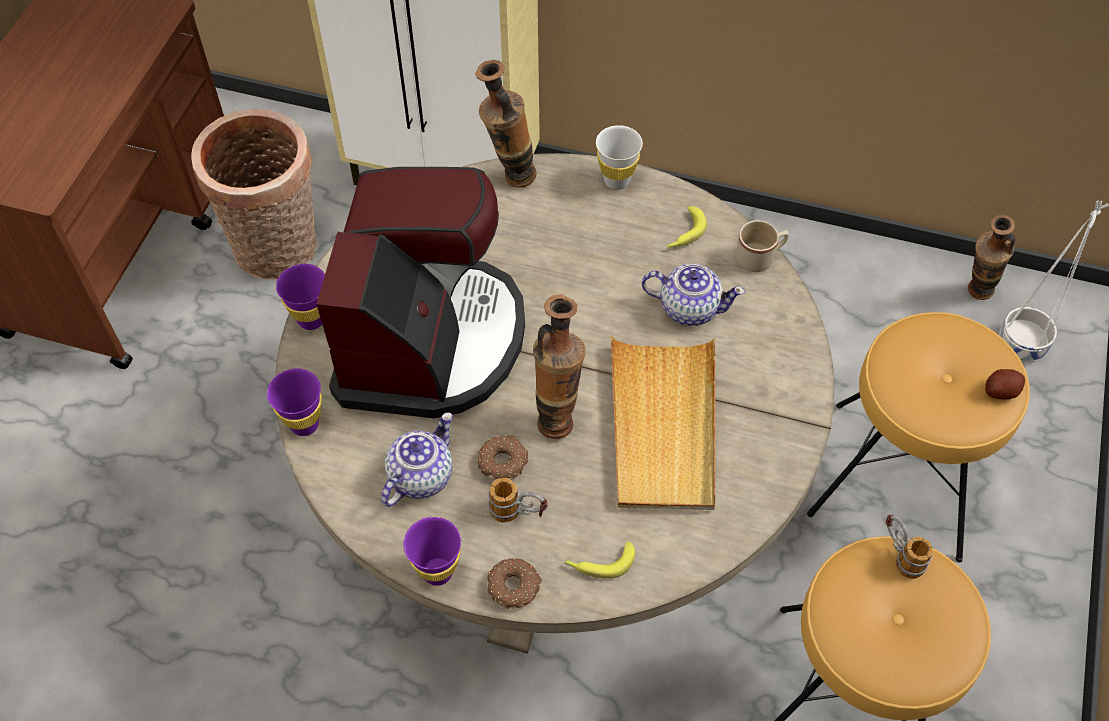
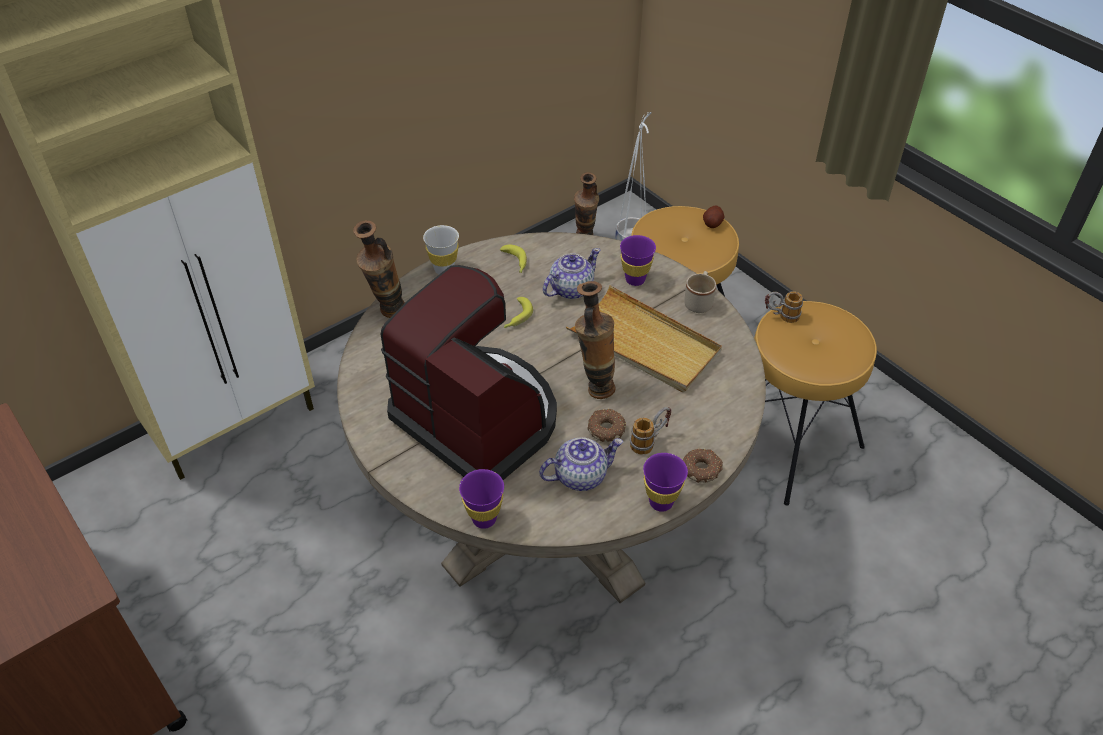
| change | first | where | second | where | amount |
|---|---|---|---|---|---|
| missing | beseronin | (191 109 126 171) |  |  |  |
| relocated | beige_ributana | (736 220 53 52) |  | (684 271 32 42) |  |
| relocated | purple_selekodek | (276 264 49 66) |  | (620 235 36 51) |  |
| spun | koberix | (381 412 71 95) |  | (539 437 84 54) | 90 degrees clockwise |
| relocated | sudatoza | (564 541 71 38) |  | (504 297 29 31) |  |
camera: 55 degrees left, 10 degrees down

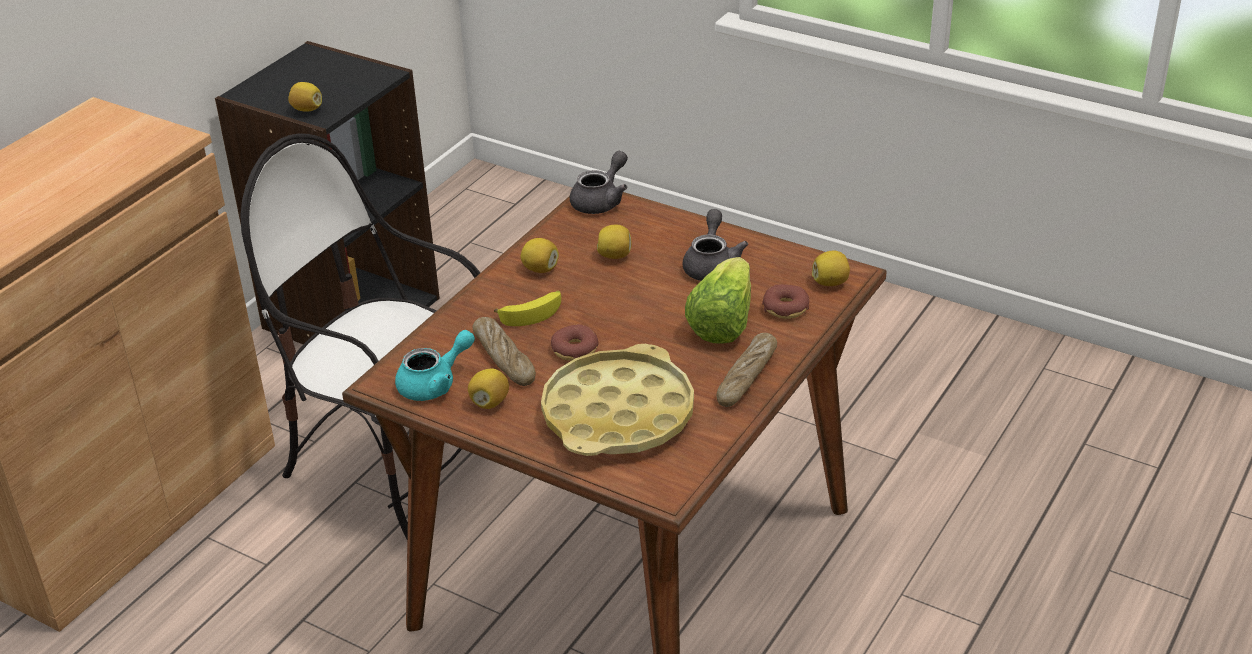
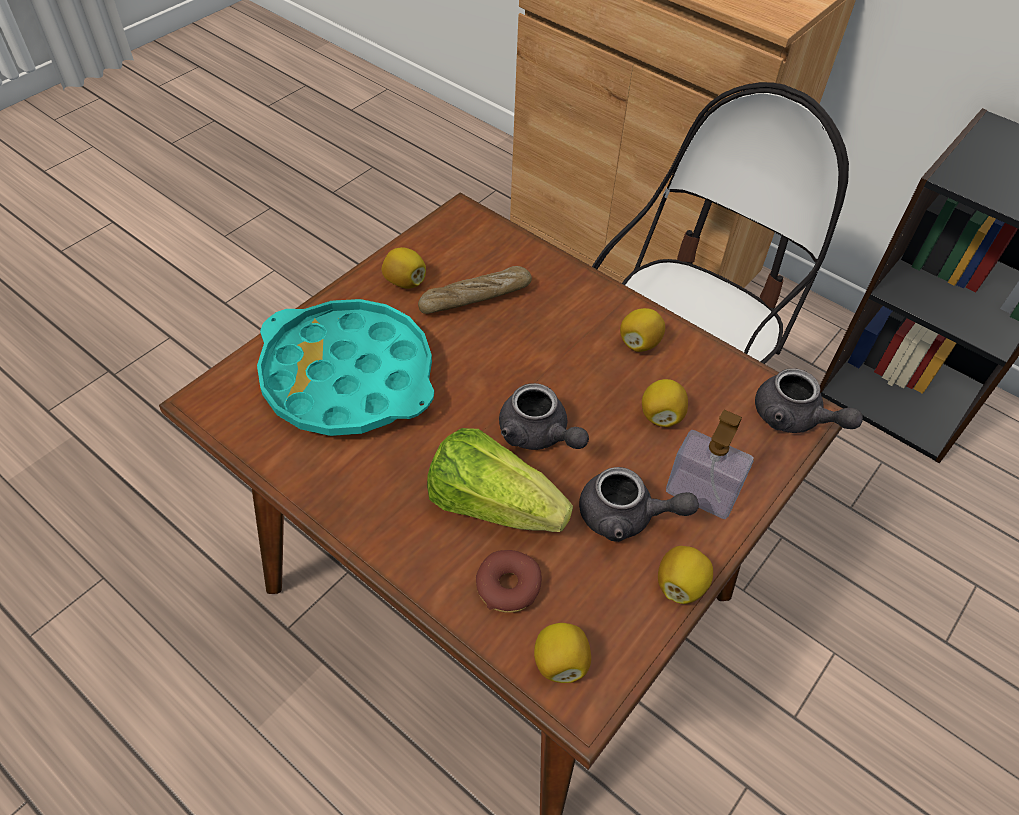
| change | first | where | second | where | amount |
|---|---|---|---|---|---|
| relocated | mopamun | (288 82 34 30) |  | (658 546 55 58) |  |
| missing | sudatoza | (494 290 67 36) |  |  |  |
| missing | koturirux | (551 324 48 37) |  |  |  |
| missing | turquoise_koberix | (395 330 80 71) |  |  |  |
| missing | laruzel | (716 333 61 74) |  |  |  |
| colour | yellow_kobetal | (541 344 153 112) | turquoise_kobetal | (257 299 177 137) |  |
| appeared |  |  | grey_koberix | (499 383 90 67) |  |
| appeared |  |  | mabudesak | (666 410 88 109) |  |
camera: 95 degrees right, 15 degrees up

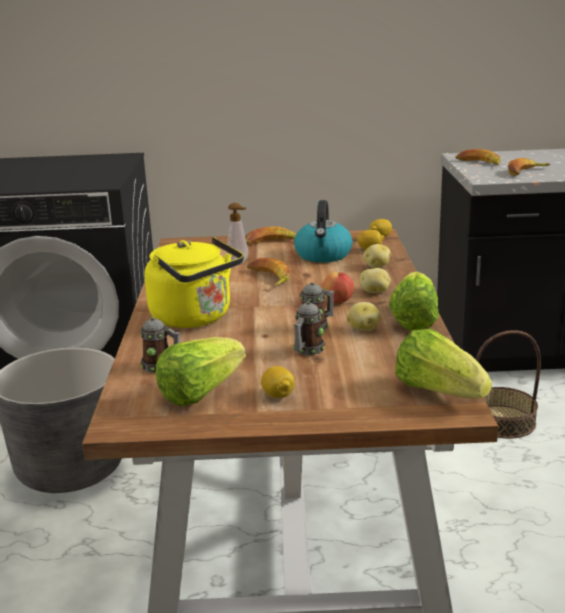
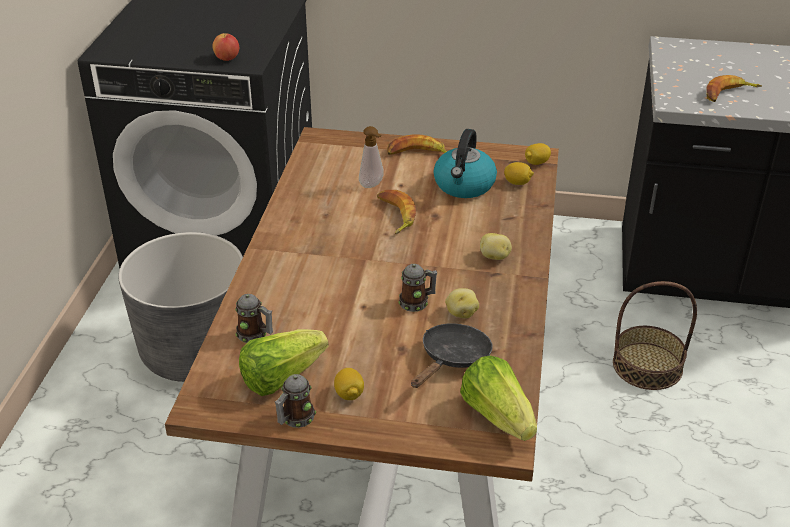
| change | first | where | second | where | amount |
|---|---|---|---|---|---|
| missing | sudatoza | (456 149 45 16) |  |  |  |
| missing | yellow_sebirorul | (145 237 99 91) |  |  |  |
| missing | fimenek | (363 244 28 24) |  |  |  |
| missing | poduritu | (389 271 50 59) |  |  |  |
| relocated | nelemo | (322 272 32 31) |  | (212 33 27 28) |  |
| relocated | ributana | (293 301 32 54) |  | (275 374 41 54) |  |
| appeared |  |  | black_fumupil | (411 323 82 65) |  |
camera: 10 degrees right, 15 degrees up

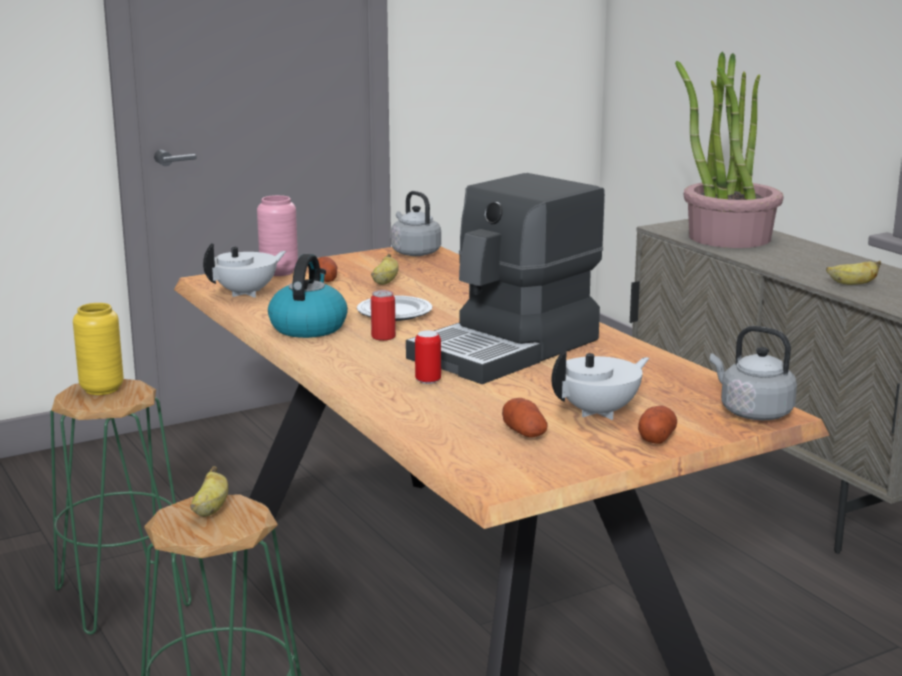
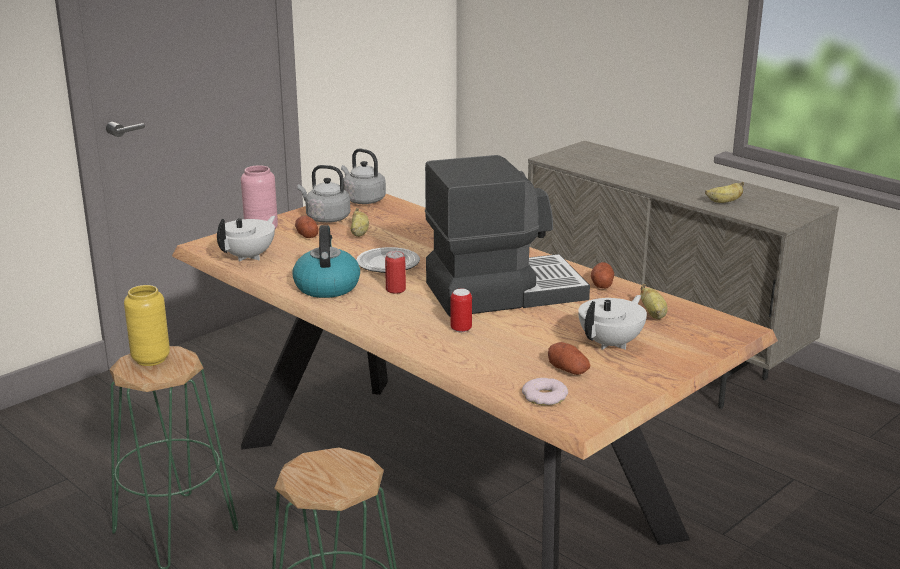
| change | first | where | second | where | amount |
|---|---|---|---|---|---|
| missing | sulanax | (675 52 109 196) |  |  |  |
| spun | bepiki | (406 173 199 211) |  | (425 155 165 162) | 135 degrees counterclockwise |
| relocated | grey_sebirorul | (710 326 87 94) |  | (297 165 53 58) |  |
| relocated | fimenek | (638 406 39 38) |  | (591 262 23 26) |  |
| relocated | sudatoza | (190 466 38 51) |  | (640 284 28 35) |  |
| appeared |  |  | koturirux | (522 378 46 28) |  |
camera: 15 degrees left, 5 degrees up

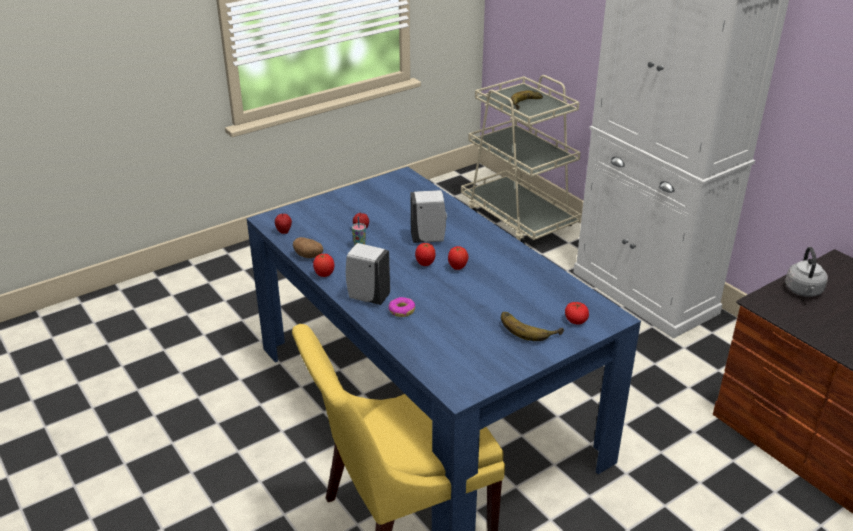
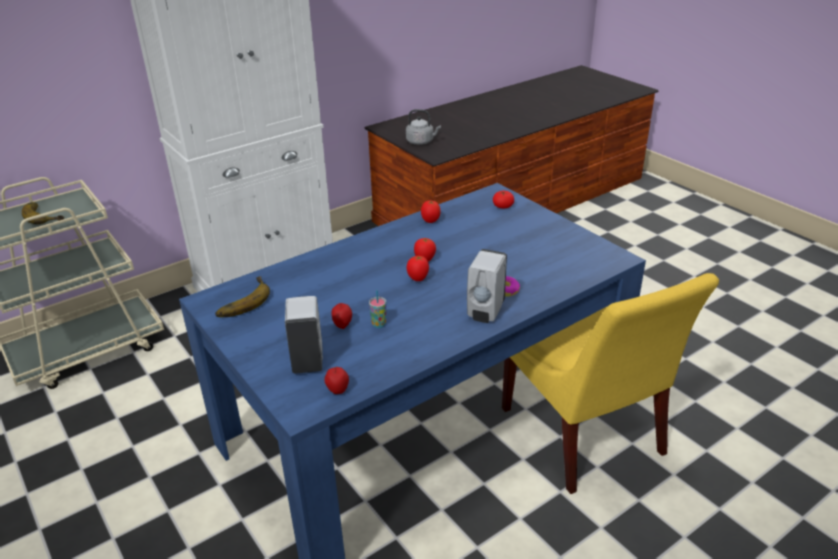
| change | first | where | second | where | amount |
|---|---|---|---|---|---|
| relocated | white_mabudesak | (411 190 36 53) |  | (285 296 38 78) |  |
| missing | fimenek | (293 237 30 21) |  |  |  |
| relocated | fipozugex | (313 254 22 23) |  | (421 200 20 23) |  |
| relocated | sudatoza | (501 312 63 29) |  | (215 276 55 41) |  |
camera: 90 degrees left, 0 degrees up

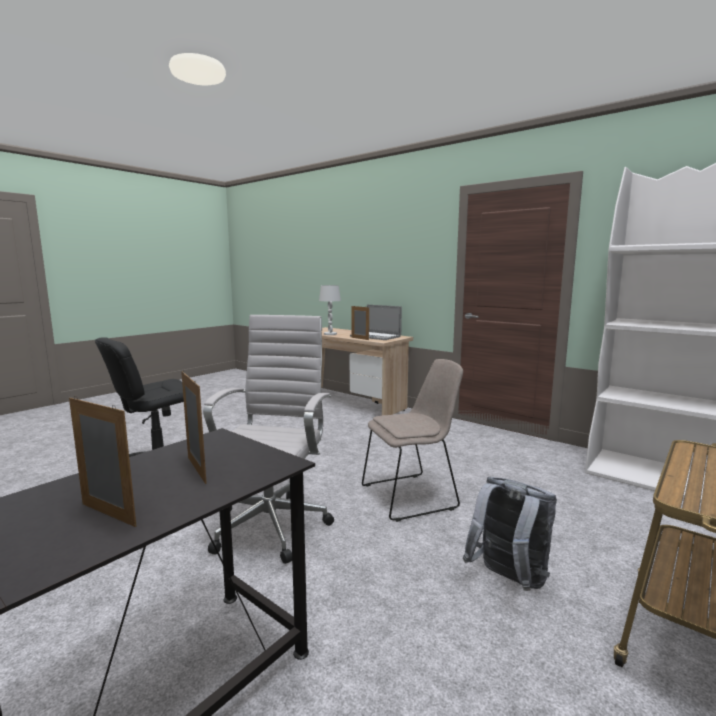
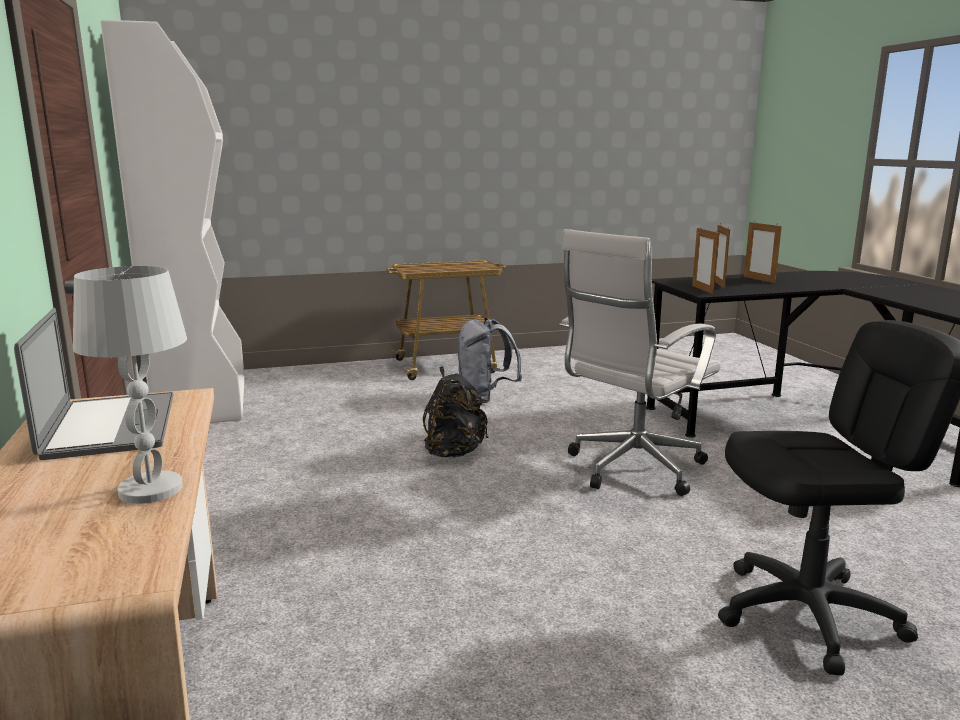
| change | first | where | second | where | amount |
|---|---|---|---|---|---|
| relocated | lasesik | (351 305 18 35) |  | (692 228 27 66) |  |
| exchanged | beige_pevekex | (362 359 101 163) | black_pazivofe | (423 366 65 92) |  |
camera: 145 degrees left, 5 degrees up

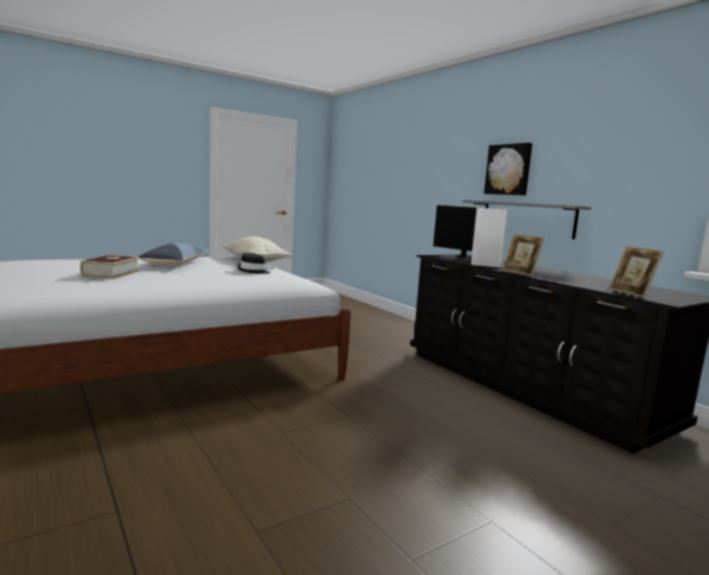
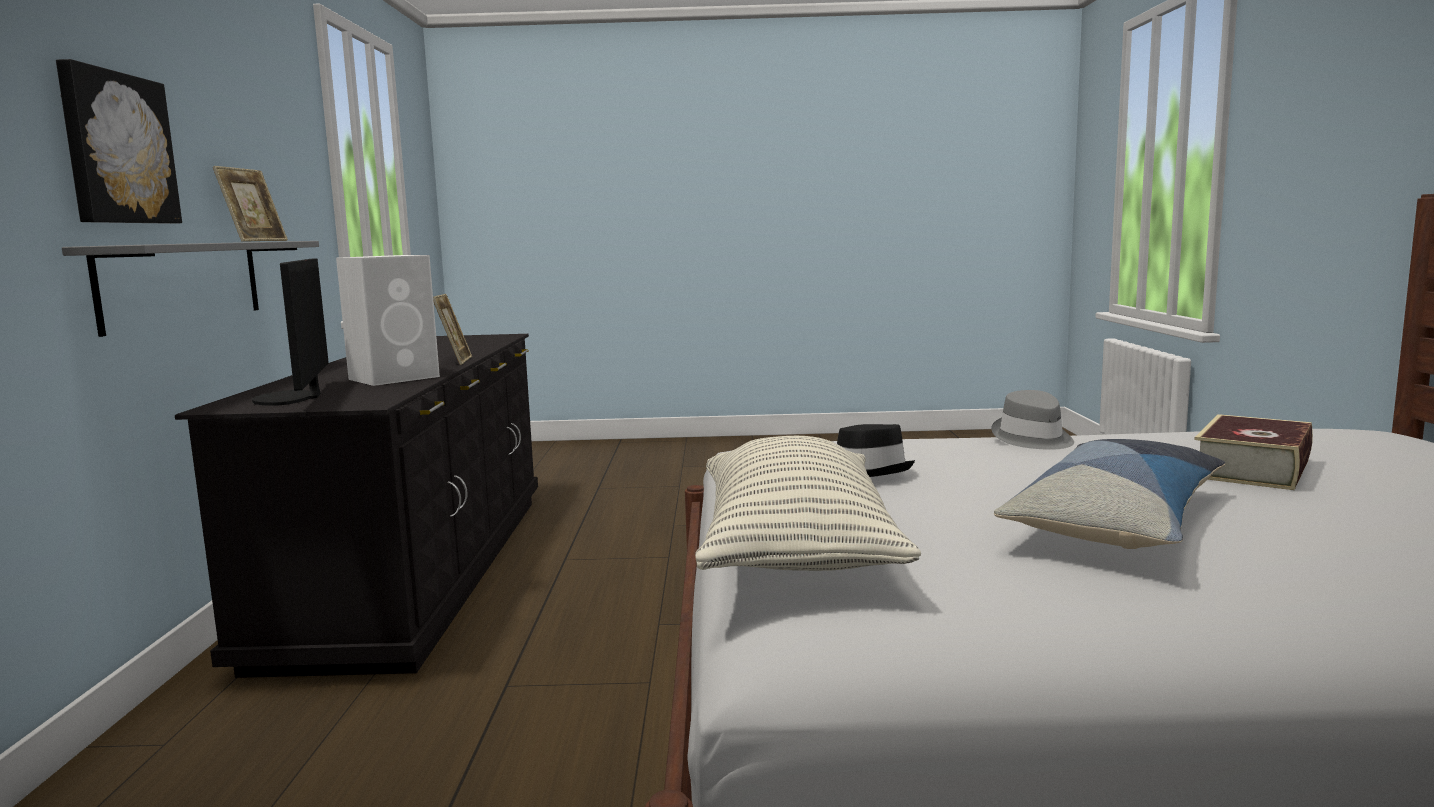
| change | first | where | second | where | amount |
|---|---|---|---|---|---|
| relocated | lasesik | (609 246 55 52) |  | (213 166 75 76) |  |
| appeared |  |  | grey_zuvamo | (991 390 83 60) |  |
camera: 145 degrees left, 0 degrees up

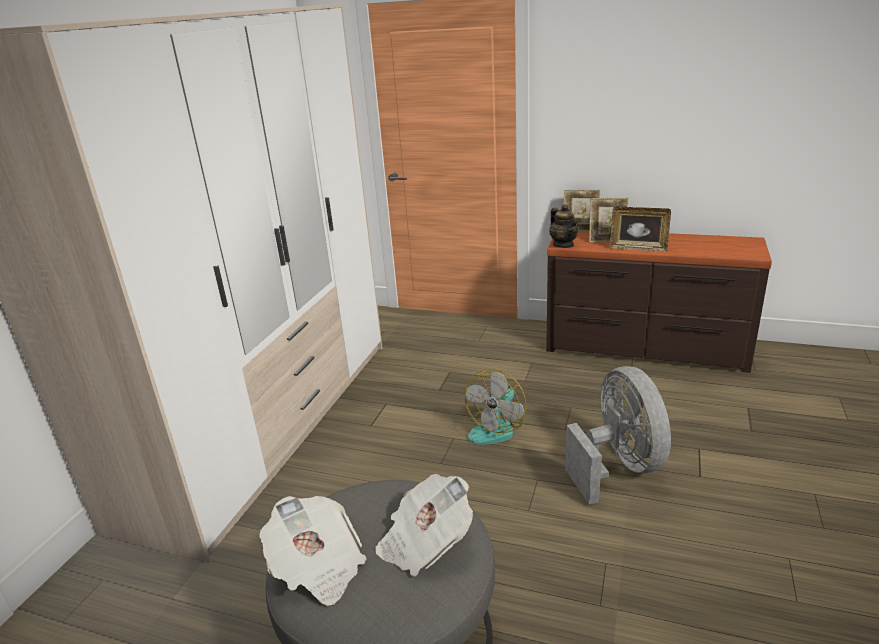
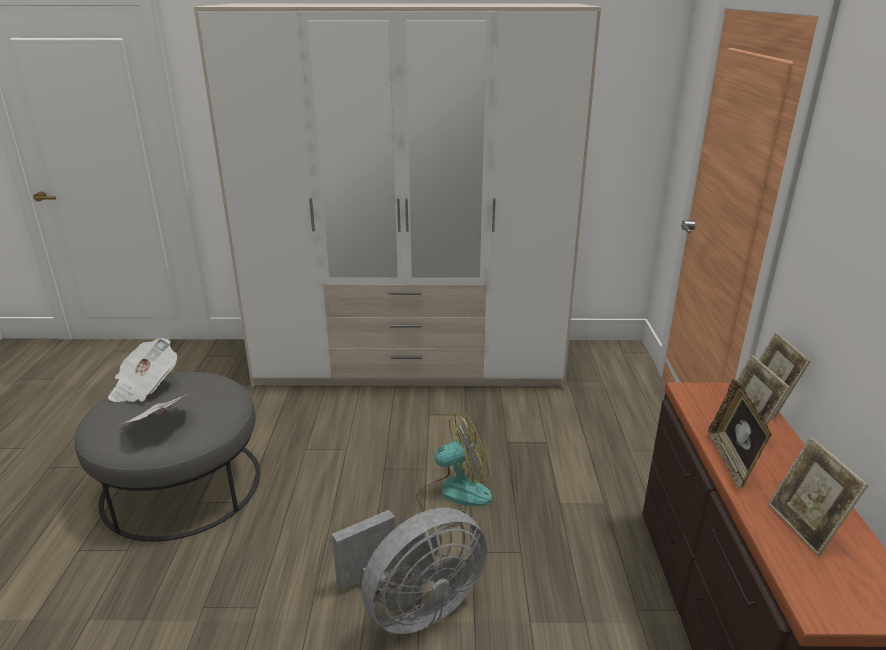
| change | first | where | second | where | amount |
|---|---|---|---|---|---|
| missing | koberix | (549 204 30 44) |  |  |  |
| spun | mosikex | (465 369 62 75) |  | (416 413 76 114) | 150 degrees clockwise |
| appeared |  |  | lasesik | (768 437 101 119) |  |
camera: 70 degrees right, 0 degrees up

